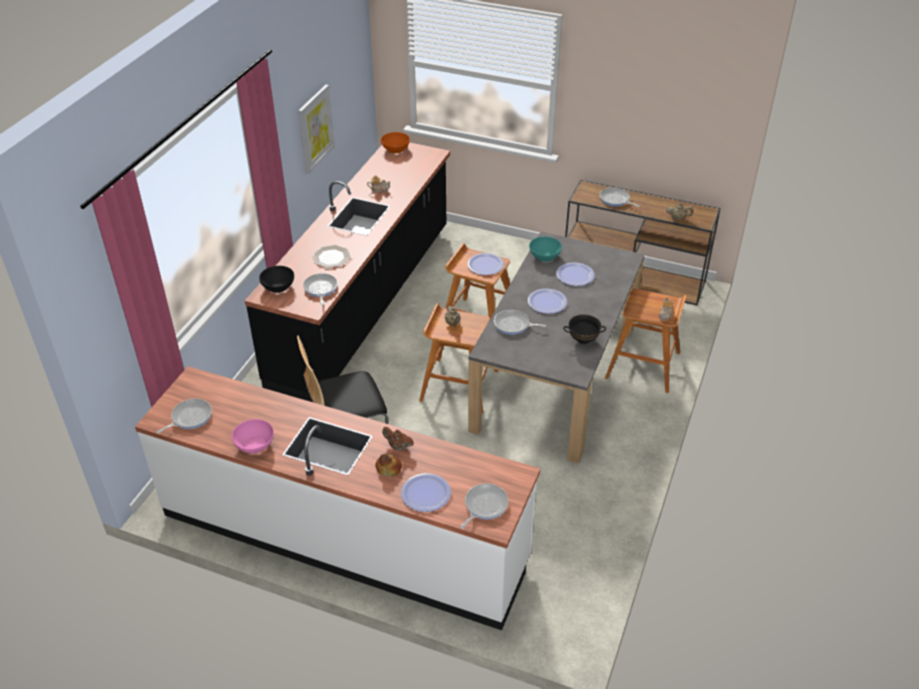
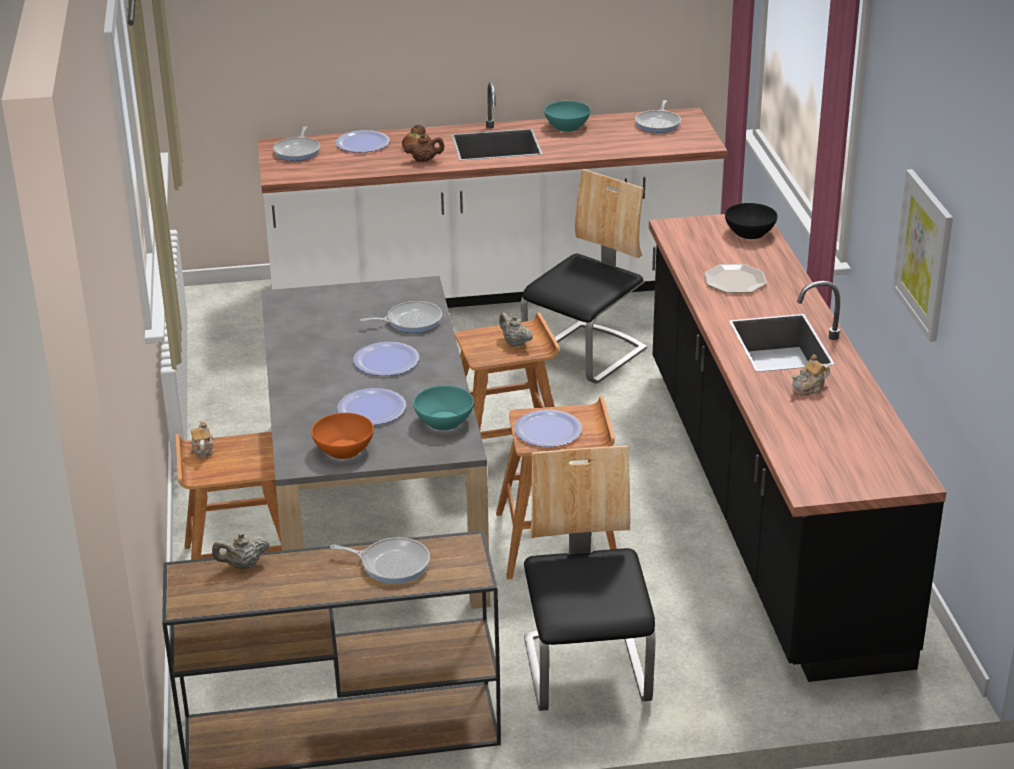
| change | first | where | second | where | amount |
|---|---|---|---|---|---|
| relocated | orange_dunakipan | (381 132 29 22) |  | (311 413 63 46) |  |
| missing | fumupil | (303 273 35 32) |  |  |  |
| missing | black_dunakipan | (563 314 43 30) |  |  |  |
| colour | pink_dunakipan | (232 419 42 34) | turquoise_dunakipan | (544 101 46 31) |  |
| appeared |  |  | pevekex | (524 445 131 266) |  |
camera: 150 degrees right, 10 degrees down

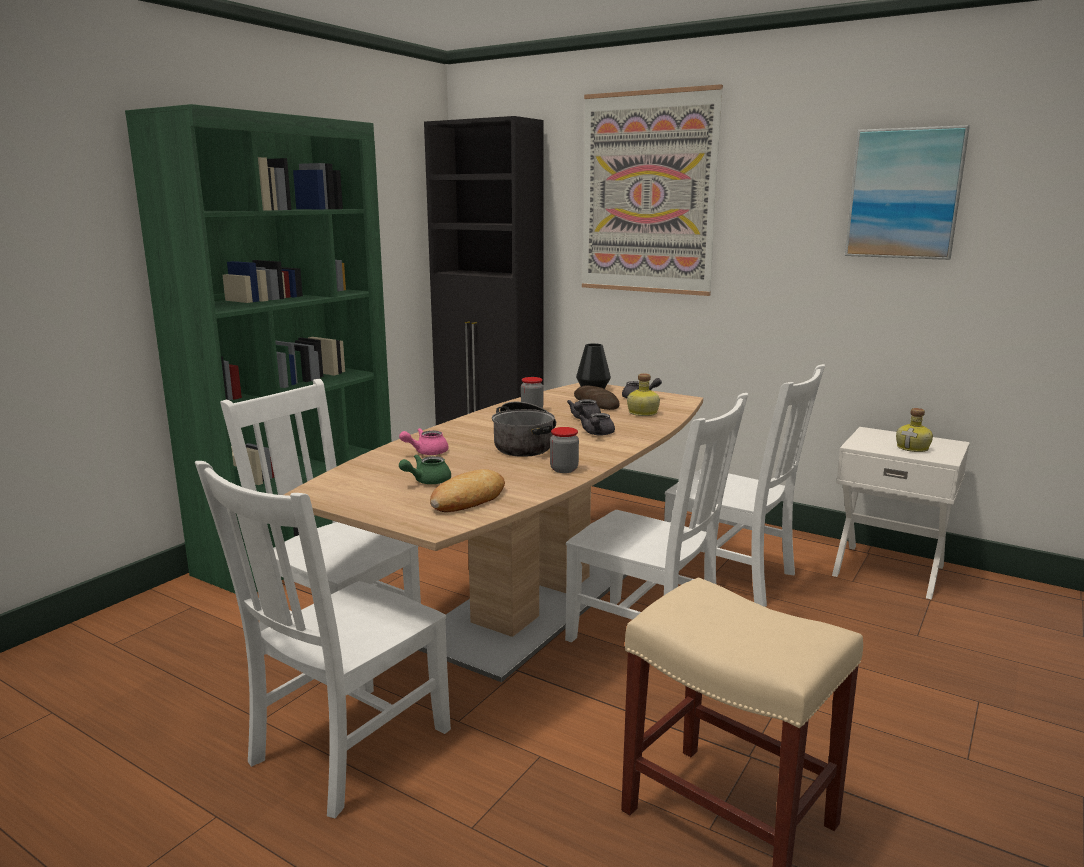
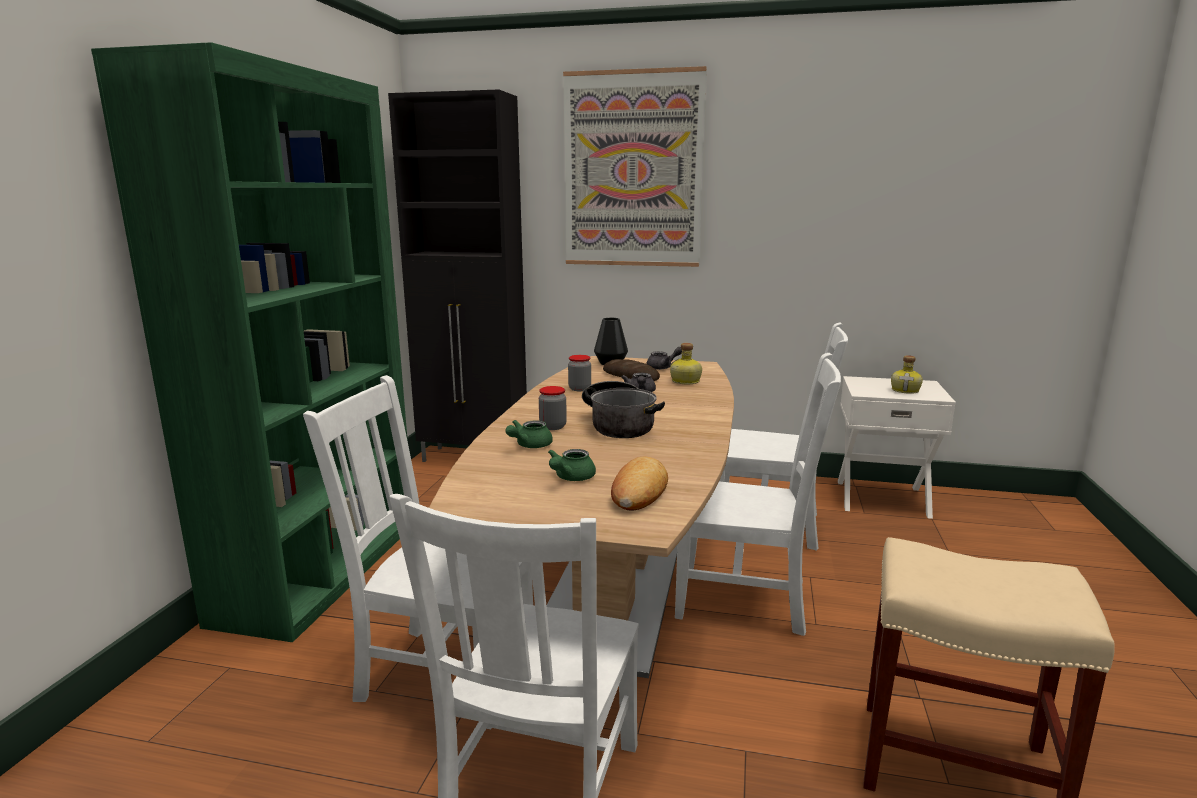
| change | first | where | second | where | amount |
|---|---|---|---|---|---|
| missing | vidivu | (845 125 125 135) |  |  |  |
| missing | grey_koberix | (578 413 37 22) |  |  |  |
| relocated | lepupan | (550 427 29 46) |  | (539 386 28 44) |  |
| colour | pink_koberix | (399 428 50 27) | green_koberix | (505 420 48 28) |  |
camera: 20 degrees left, 0 degrees up

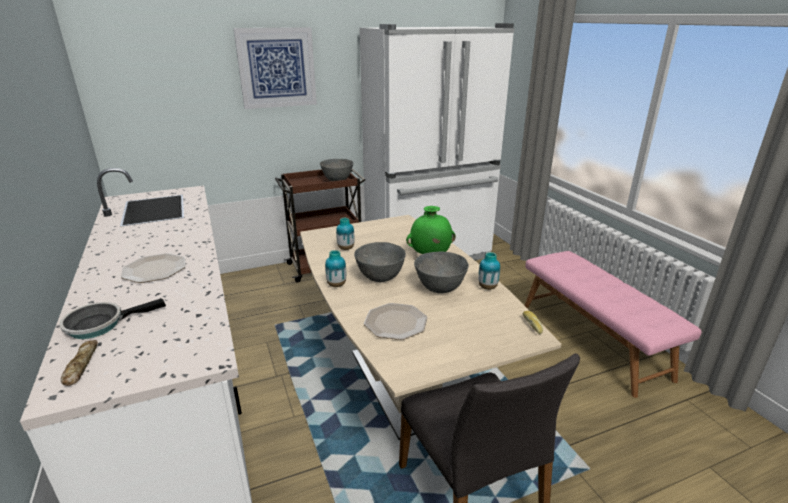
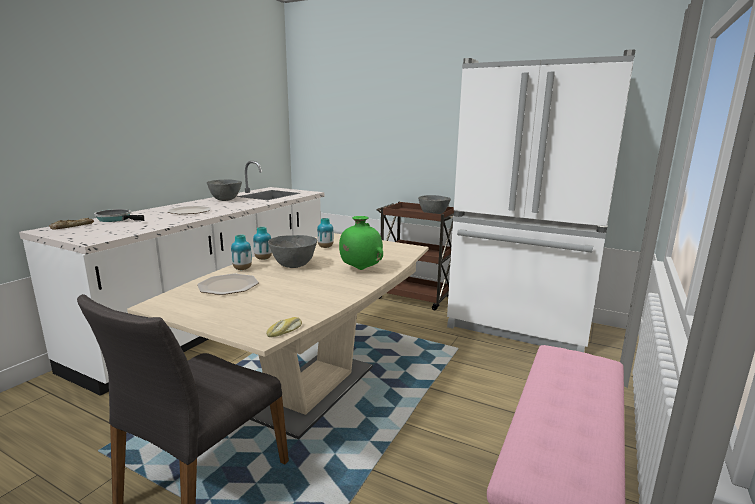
| change | first | where | second | where | amount |
|---|---|---|---|---|---|
| missing | vidivu | (233 27 84 82) |  |  |  |
| relocated | grey_dunakipan | (414 251 55 42) |  | (207 180 35 21) |  |
| relocated | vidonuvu | (478 252 22 38) |  | (231 235 21 35) |  |
camera: 50 degrees right, 10 degrees down

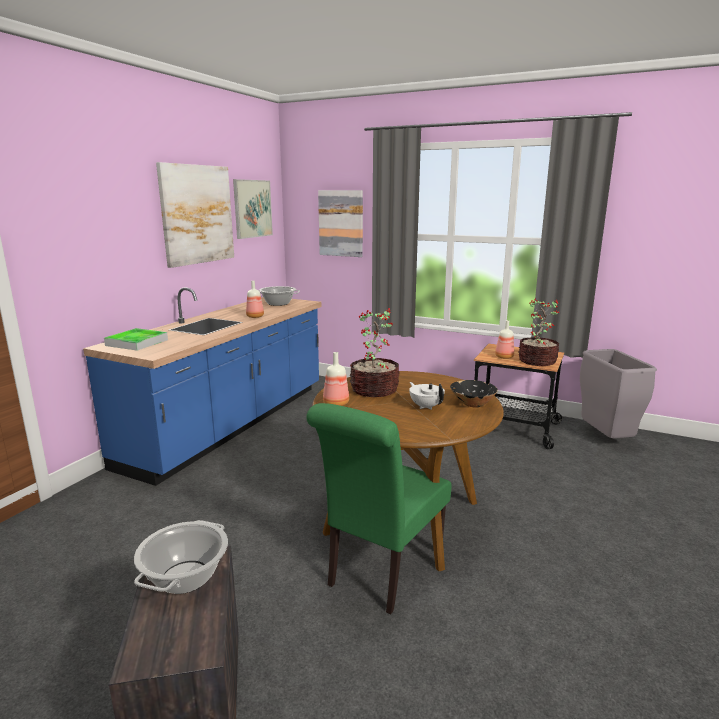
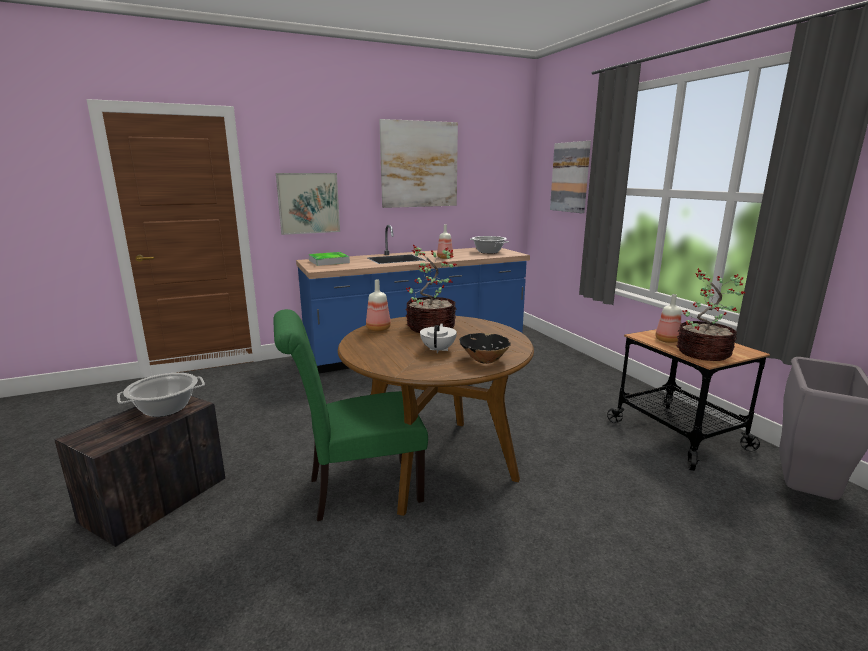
| change | first | where | second | where | amount |
|---|---|---|---|---|---|
| relocated | vidivu | (233 179 40 60) |  | (276 173 64 62) |  |
camera: 40 degrees right, 0 degrees up

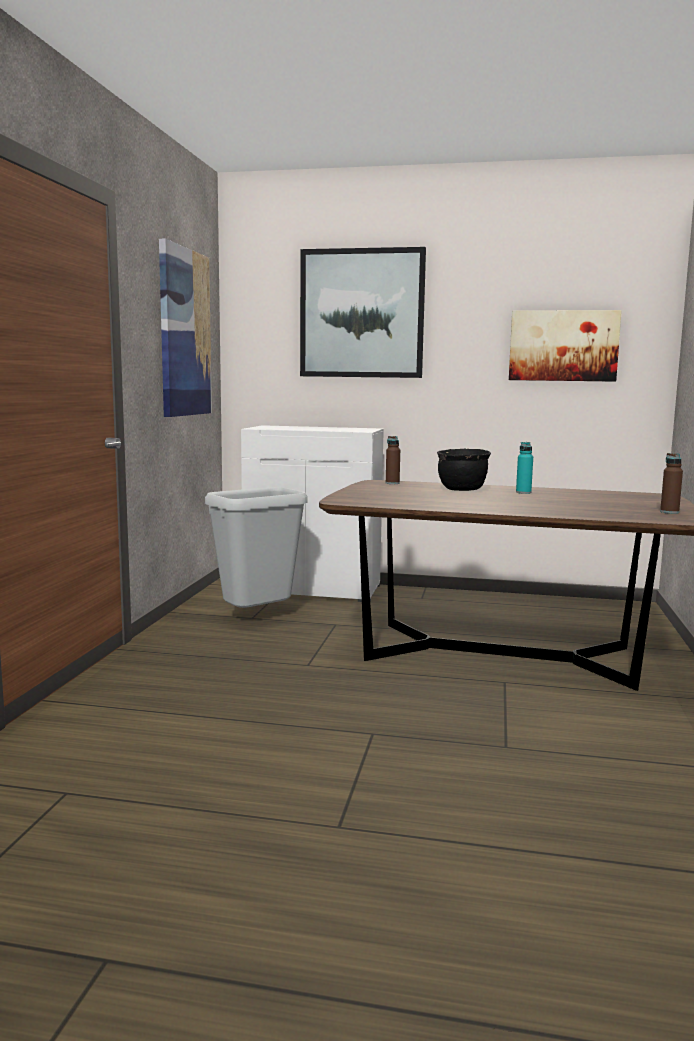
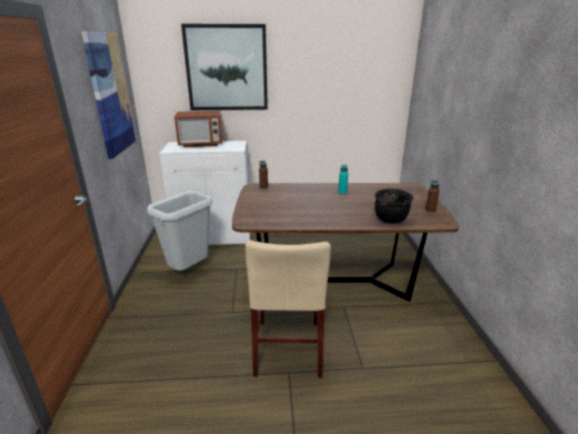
| change | first | where | second | where | amount |
|---|---|---|---|---|---|
| missing | vidivu | (509 310 113 72) |  |  |  |
| relocated | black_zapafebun | (437 449 54 42) |  | (375 189 39 35) |  |
| appeared |  |  | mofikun | (174 111 48 36) |  |
| appeared |  |  | beige_pevekex | (245 240 86 138) |  |
camera: 15 degrees left, 15 degrees up

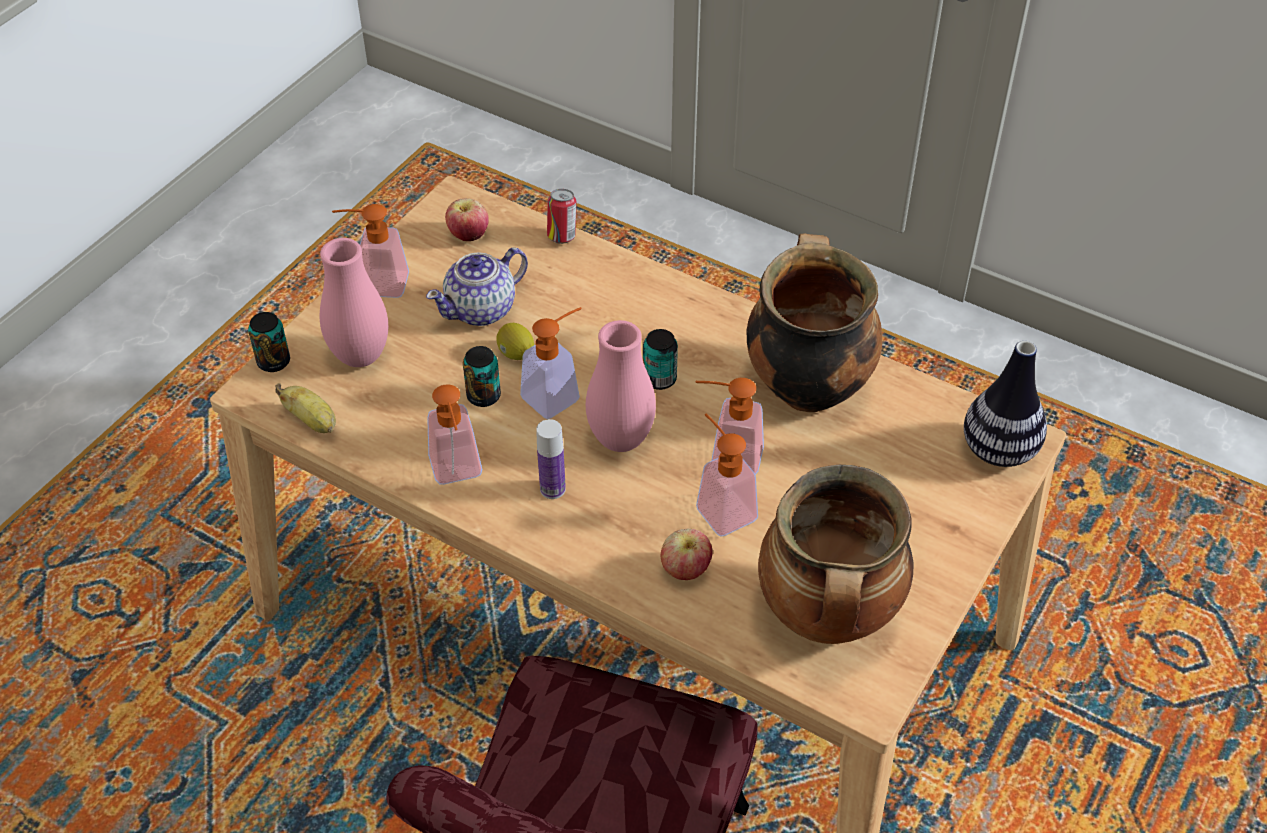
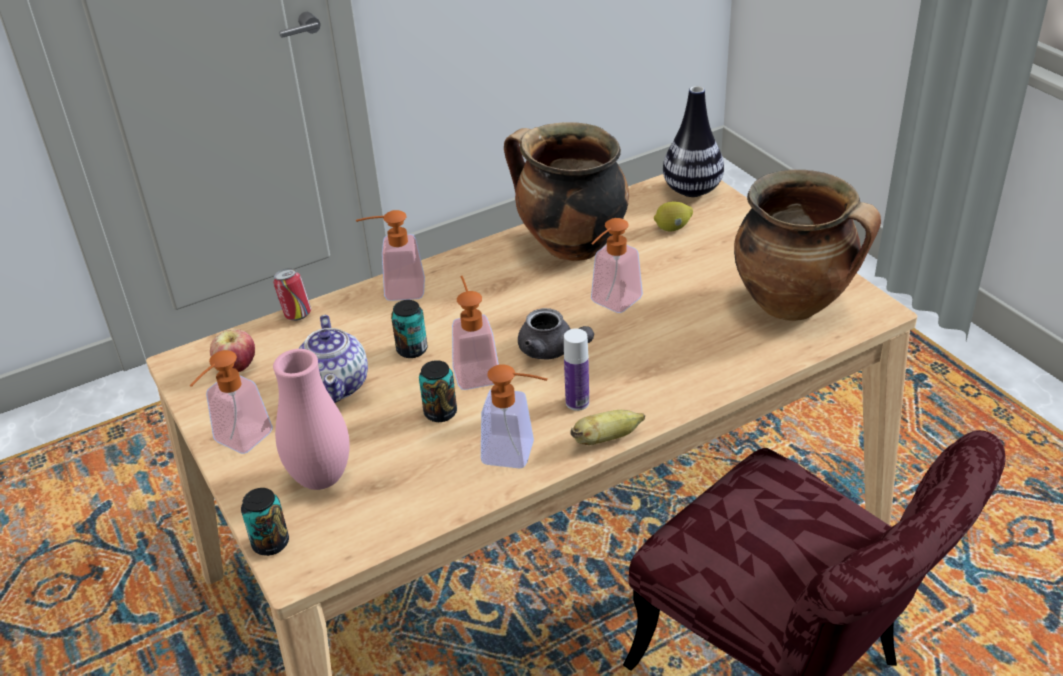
| change | first | where | second | where | amount |
|---|---|---|---|---|---|
| exchanged | pink_vidonuvu | (586 320 70 132) | grey_koberix | (518 308 76 51) |  |
| relocated | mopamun | (496 323 38 37) |  | (654 202 39 29) |  |
| relocated | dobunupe | (643 329 35 61) |  | (391 300 36 58) |  |
| relocated | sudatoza | (275 383 61 50) |  | (571 410 74 35) |  |
| relocated | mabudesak | (696 413 62 124) |  | (356 210 69 91) |  |
| missing | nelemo | (661 528 52 52) |  |  |  |
camera: 60 degrees left, 10 degrees down

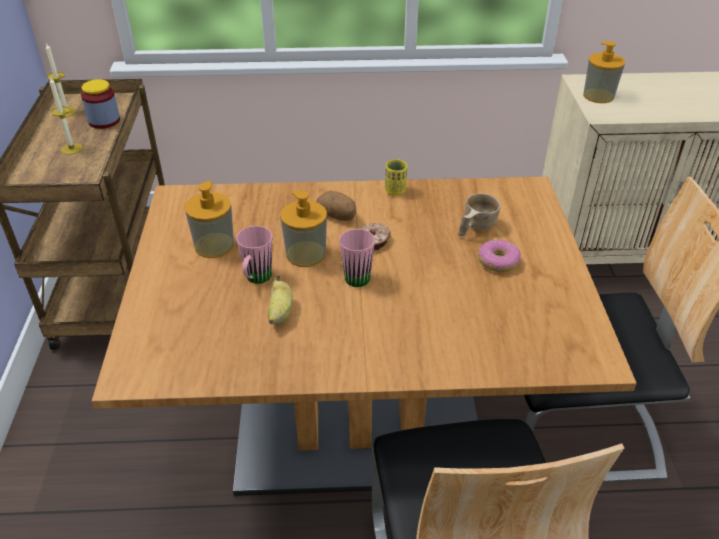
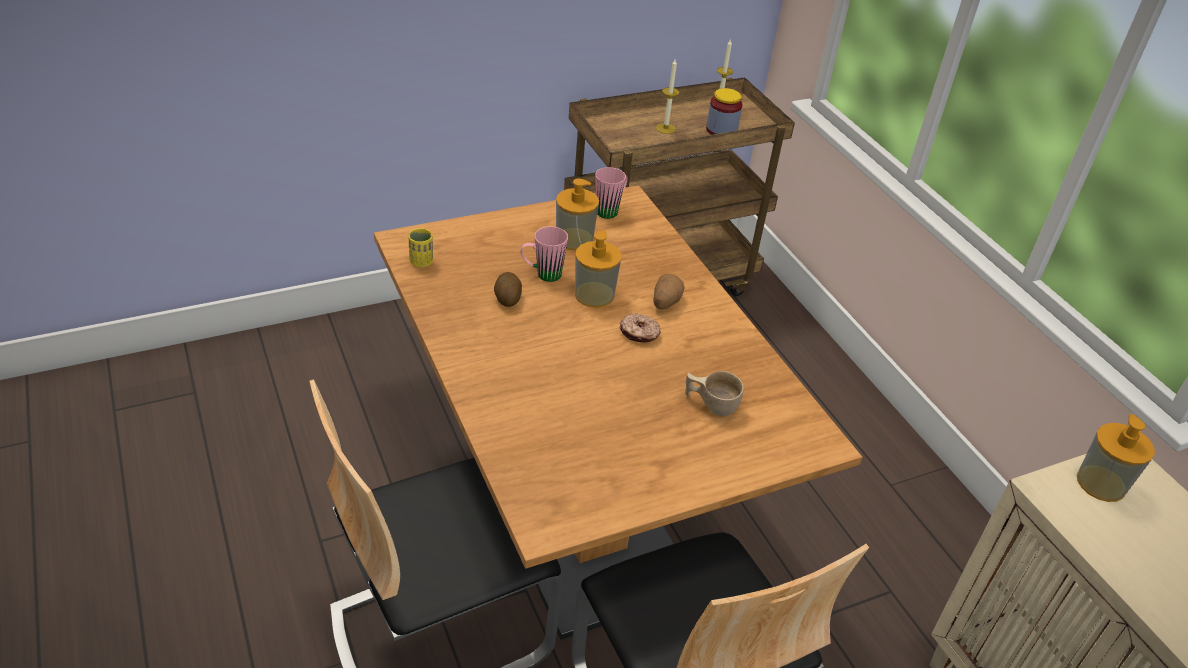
| change | first | where | second | where | amount |
|---|---|---|---|---|---|
| relocated | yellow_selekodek | (385 159 22 36) |  | (408 228 25 40) |  |
| relocated | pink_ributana | (339 229 36 58) |  | (595 167 33 52) |  |
| missing | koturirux | (478 240 43 32) |  |  |  |
| exchanged | sudatoza | (268 275 25 50) | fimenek | (494 272 28 35) |  |
camera: 65 degrees right, 0 degrees up

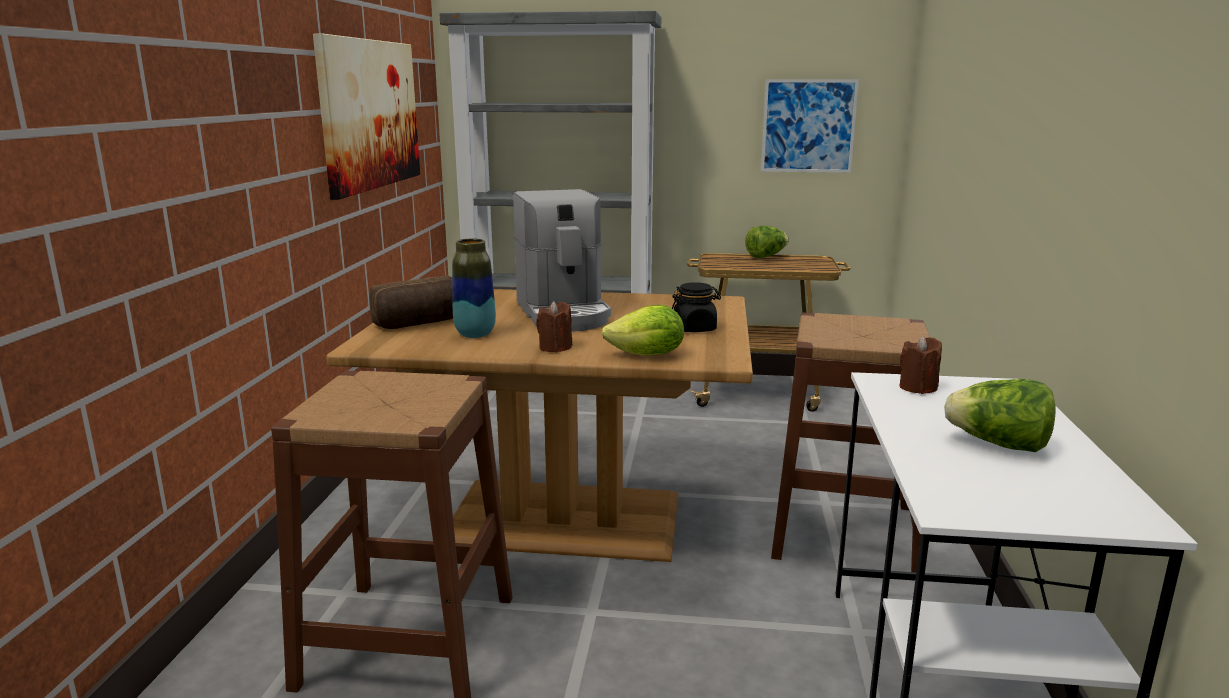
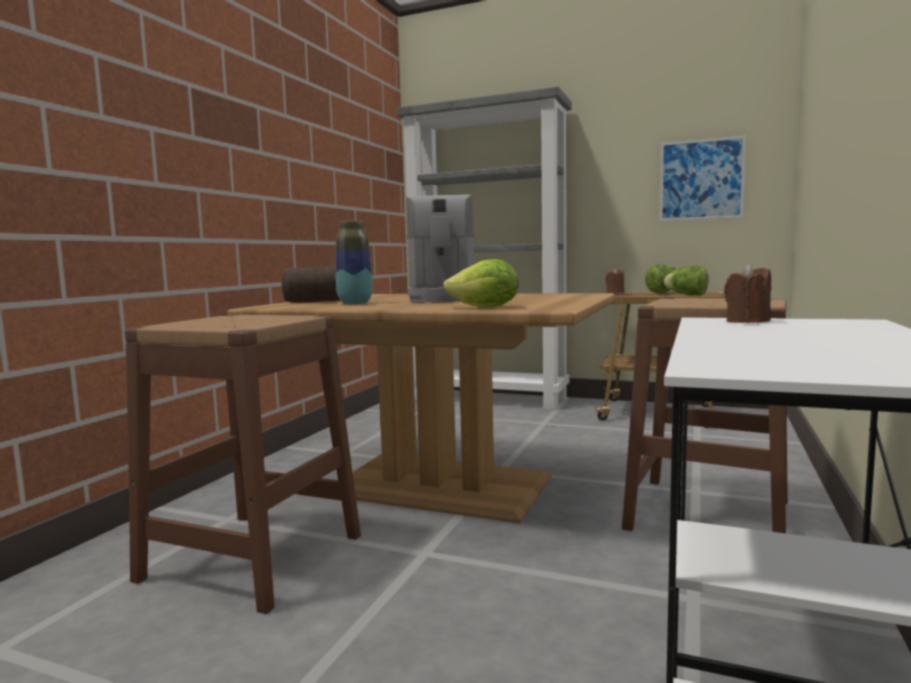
| change | first | where | second | where | amount |
|---|---|---|---|---|---|
| missing | vidivu | (313 33 107 167) |  |  |  |
| missing | black_lepupan | (672 282 49 50) |  |  |  |
| relocated | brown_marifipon | (536 301 36 51) |  | (605 268 19 26) |  |
| relocated | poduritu | (944 379 112 73) |  | (664 266 45 30) |  |
camera: 15 degrees right, 10 degrees down

